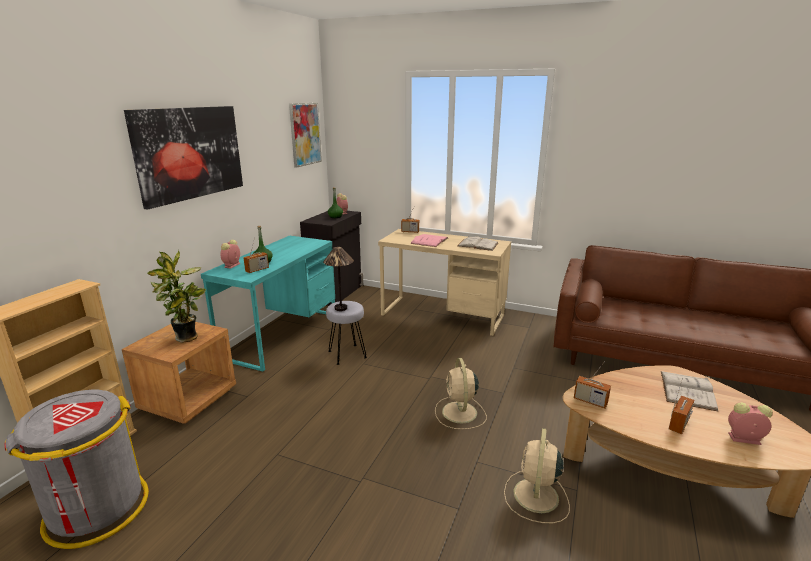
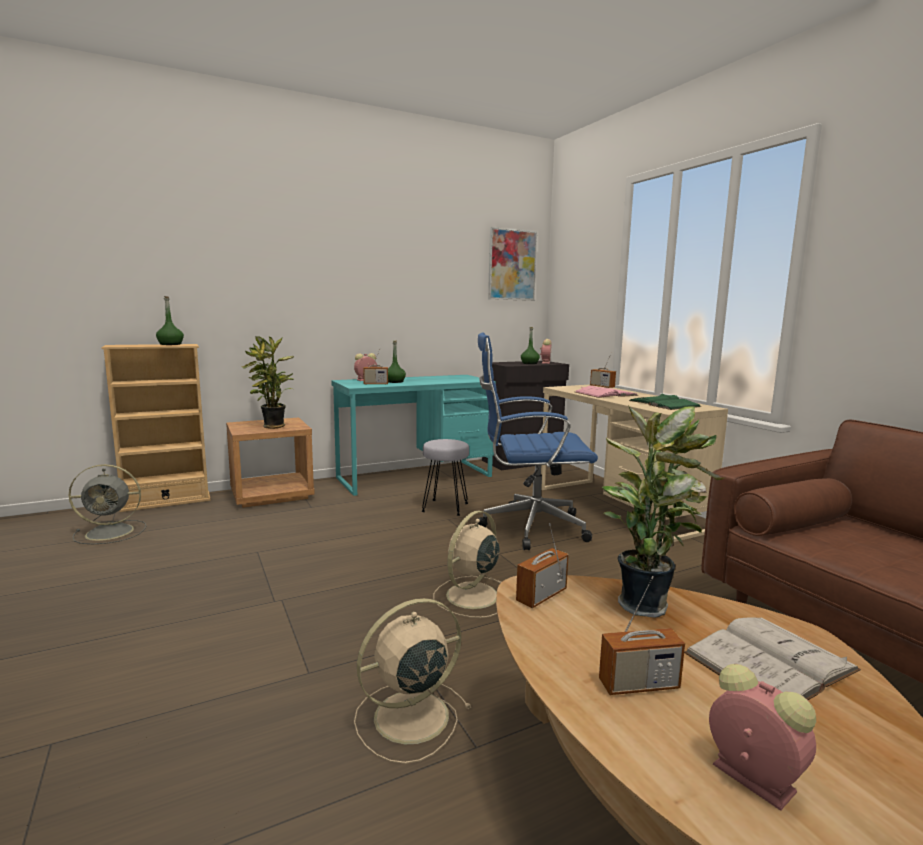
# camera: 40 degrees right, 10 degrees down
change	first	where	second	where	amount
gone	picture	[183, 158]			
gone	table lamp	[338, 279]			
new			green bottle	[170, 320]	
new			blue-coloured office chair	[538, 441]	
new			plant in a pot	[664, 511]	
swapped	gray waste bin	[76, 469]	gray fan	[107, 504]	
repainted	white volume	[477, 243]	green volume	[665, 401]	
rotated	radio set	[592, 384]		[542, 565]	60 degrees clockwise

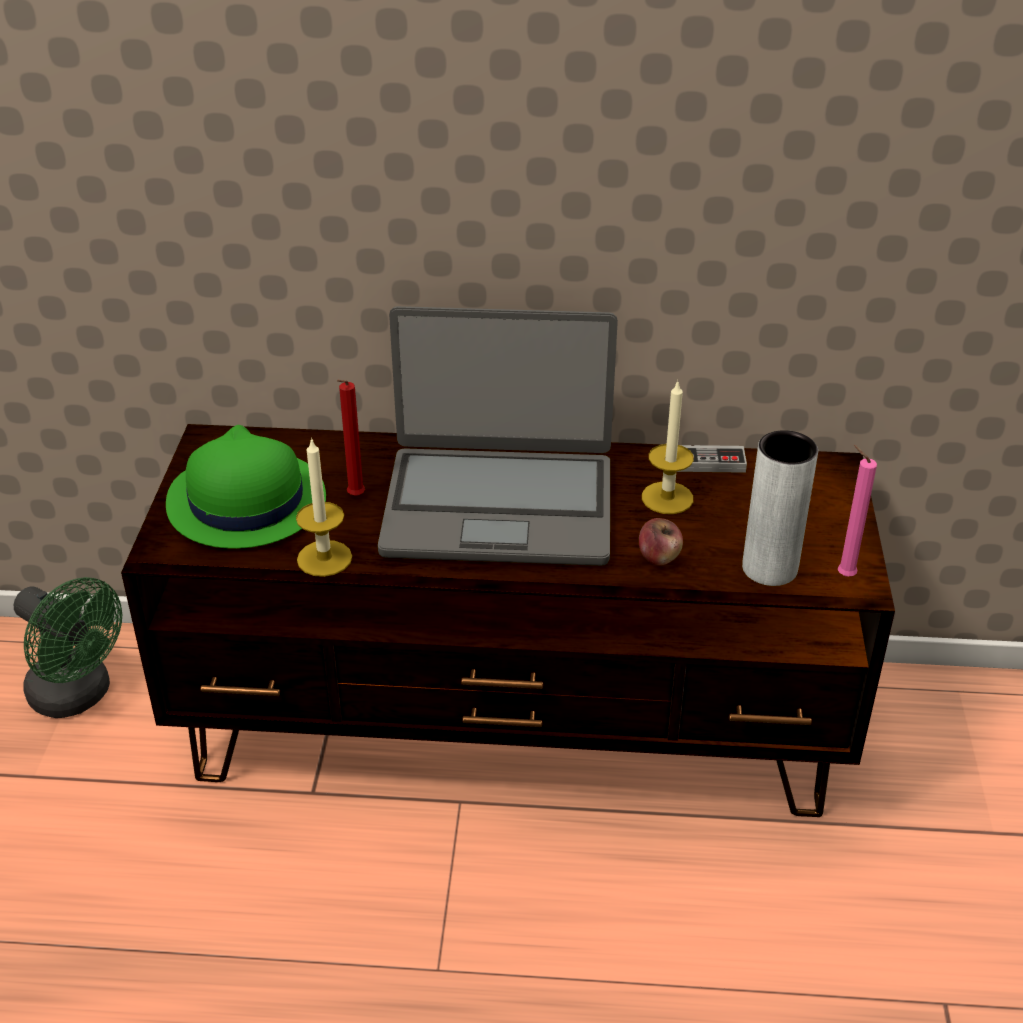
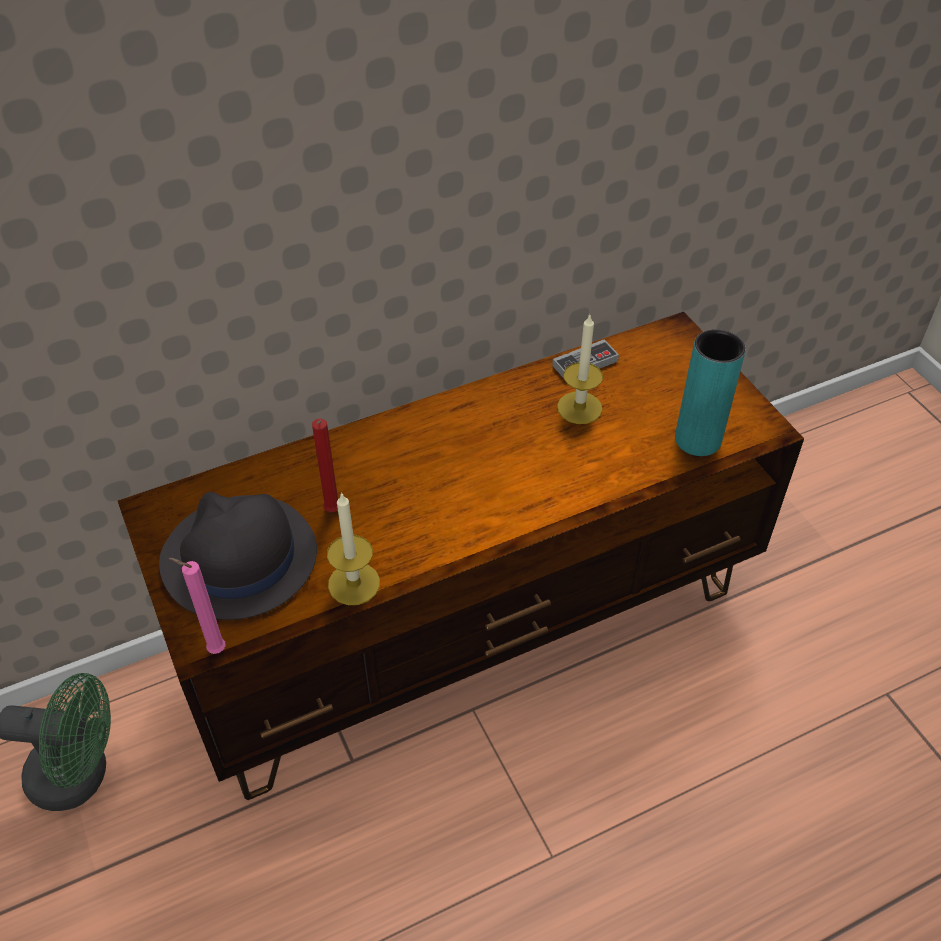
# camera: 30 degrees left, 10 degrees up
change	first	where	second	where	amount
gone	laptop	[498, 436]			
gone	whole apple	[661, 542]			
shifted	pink wax light	[857, 511]		[197, 606]	
repainted	green wearable hat	[246, 487]	black wearable hat	[238, 556]	
repainted	gray flower vase	[780, 508]	turquoise-coloured flower vase	[710, 392]	

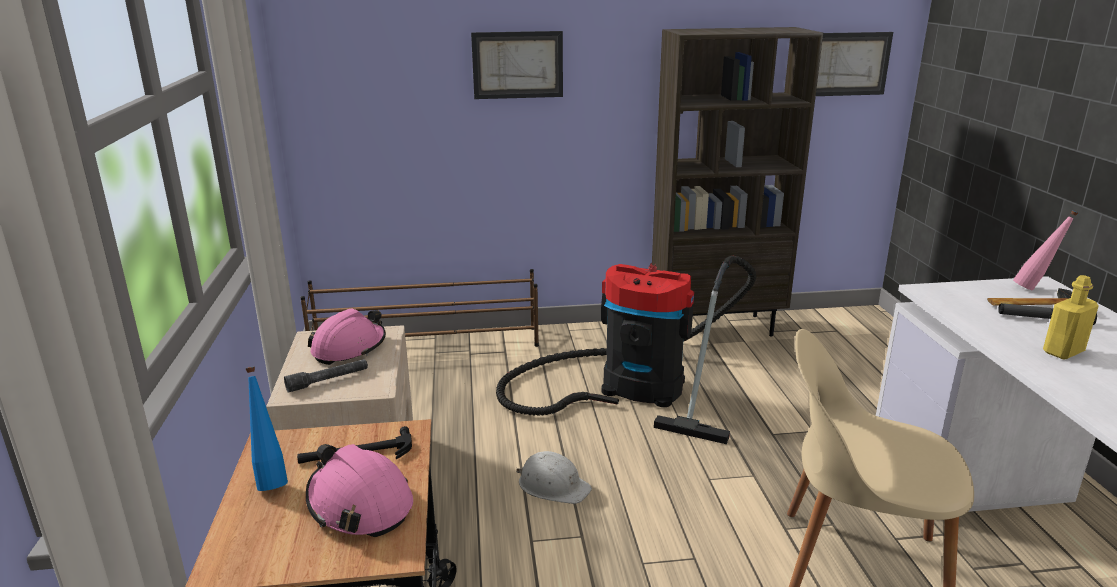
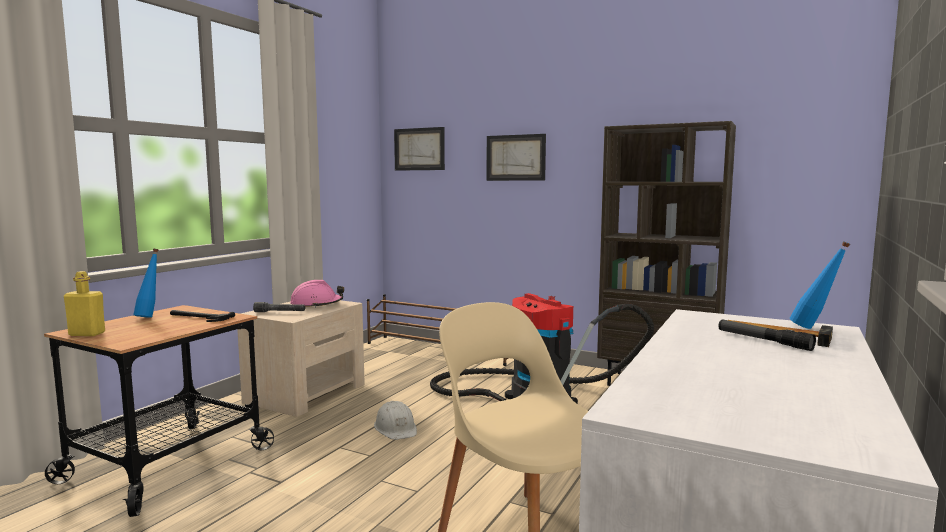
# camera: 35 degrees right, 15 degrees down
change	first	where	second	where	amount
gone	pink work helmet	[359, 490]			
shifted	picture	[854, 64]		[419, 149]	
shifted	yellow bottle	[1071, 317]		[84, 303]	
repainted	pink bottle	[1045, 250]	blue-coloured bottle	[820, 285]	

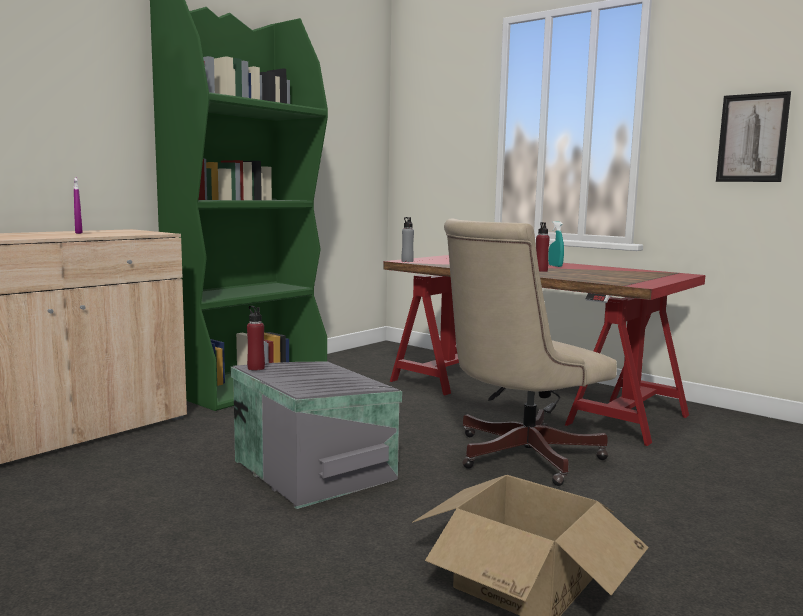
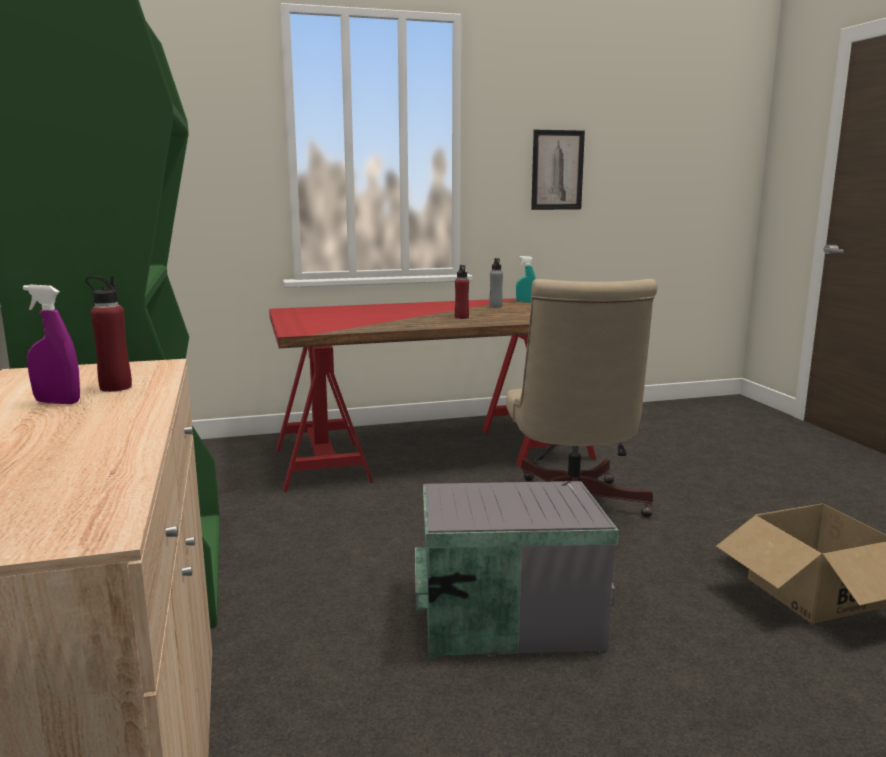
# camera: 55 degrees left, 5 degrees up
change	first	where	second	where	amount
shifted	reddish bottle	[256, 338]		[109, 334]	
shifted	gray bottle	[407, 239]		[496, 283]	
shifted	turquoise-coloured hand sprayer	[556, 244]		[526, 279]	

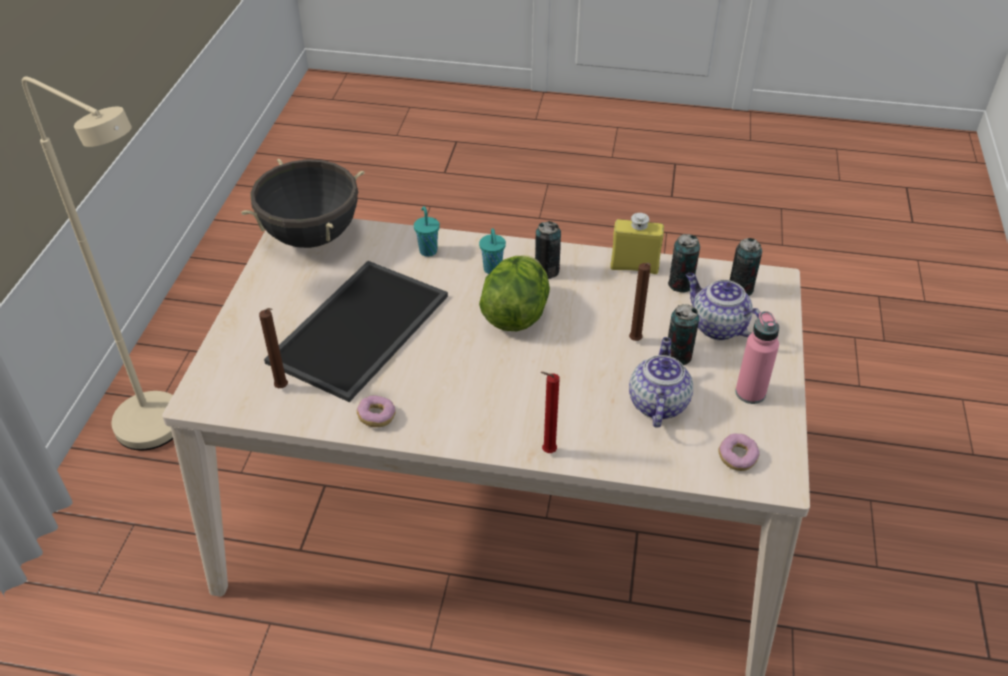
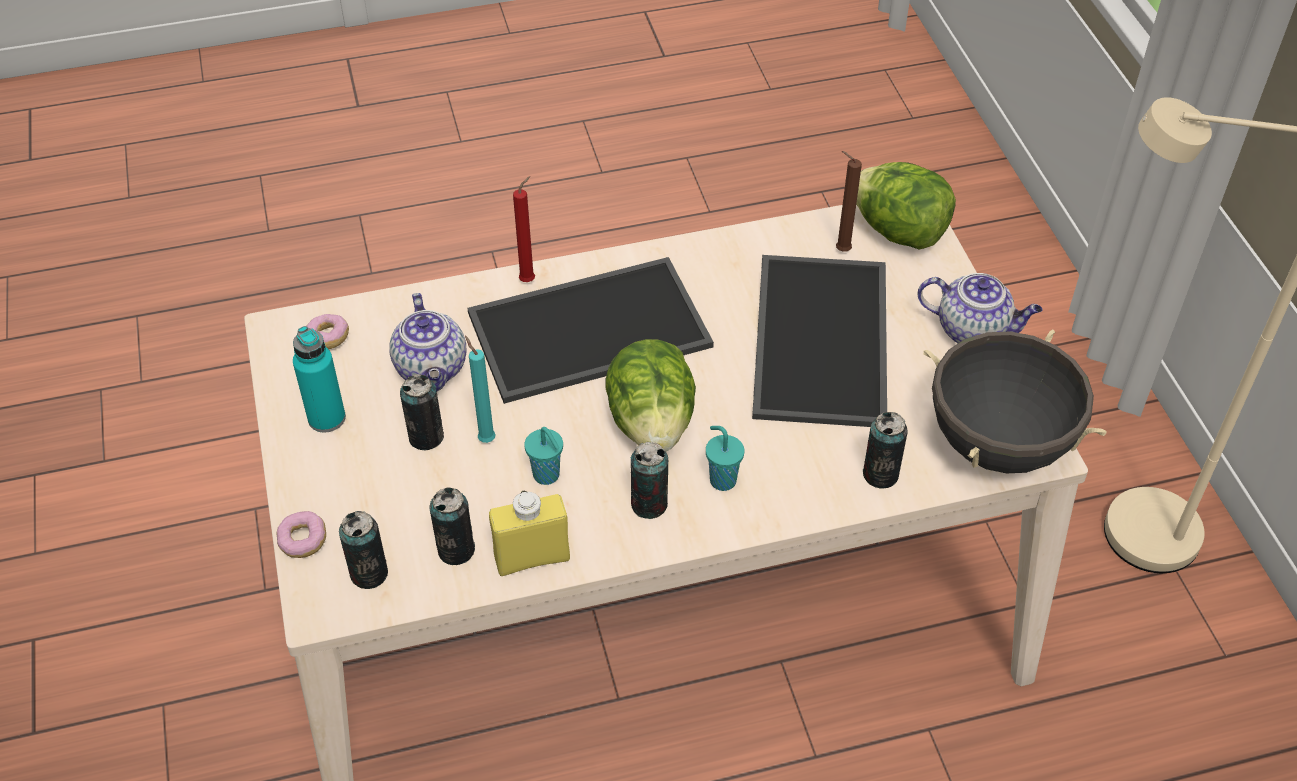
# camera: 155 degrees right, 5 degrees up
change	first	where	second	where	amount
new			serving tray	[590, 330]	
new			lettuce head	[906, 205]	
new			can	[885, 450]	
shifted	ring doughnut	[376, 411]		[301, 534]	
shifted	turquoise-coloured drinking cup	[427, 231]		[543, 456]	
shifted	teapot	[723, 307]		[980, 308]	
repainted	brown-coloured wax light	[640, 302]	turquoise-coloured wax light	[480, 389]	
repainted	pink bottle	[757, 357]	turquoise-coloured bottle	[319, 379]	

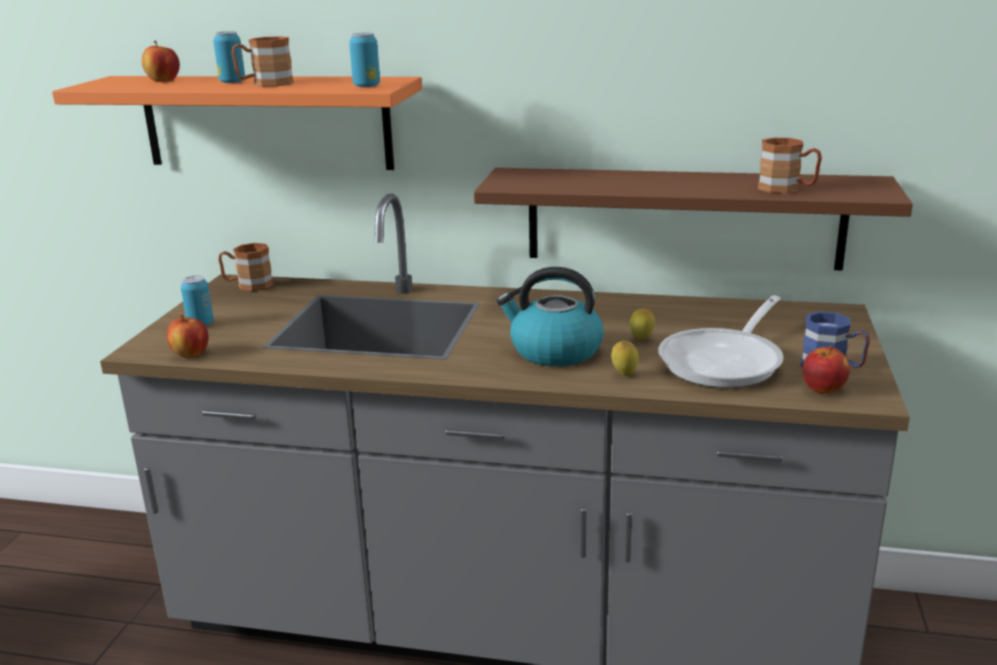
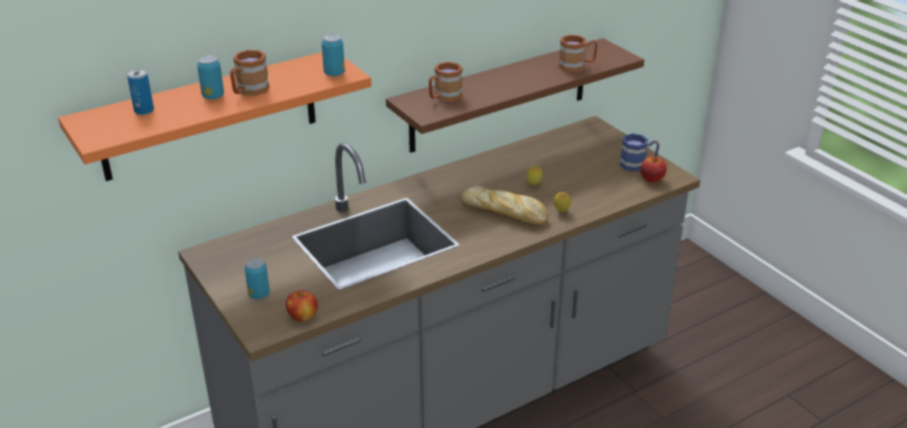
# camera: 45 degrees left, 10 degrees up
change	first	where	second	where	amount
gone	pan	[721, 342]			
shifted	brown-coloured tea mug	[246, 267]		[446, 82]	
swapped	whole apple	[161, 61]	can	[140, 92]	
swapped	tea kettle	[550, 316]	baked bread	[505, 206]	

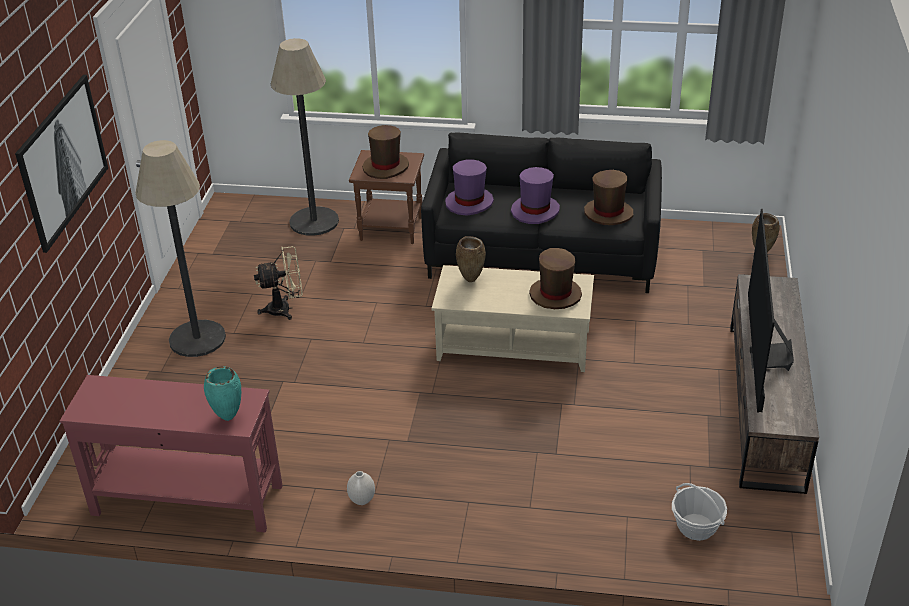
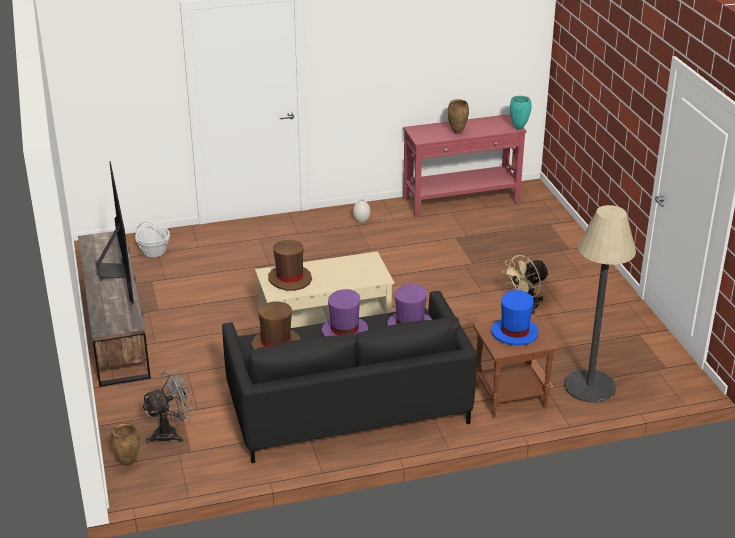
# camera: 155 degrees right, 5 degrees down
change	first	where	second	where	amount
gone	picture	[61, 164]			
gone	standard lamp	[181, 248]			
new			gray fan	[168, 407]	
shifted	turquoise-coloured flower vase	[222, 393]		[521, 113]	
shifted	brown-coloured flower vase	[471, 259]		[458, 116]	
repainted	brown-coloured wearable hat	[385, 152]	blue-coloured wearable hat	[515, 318]	

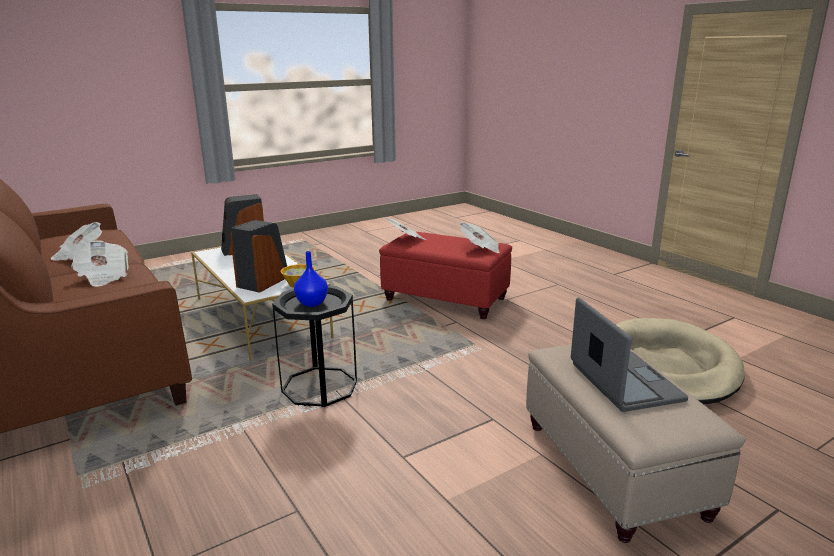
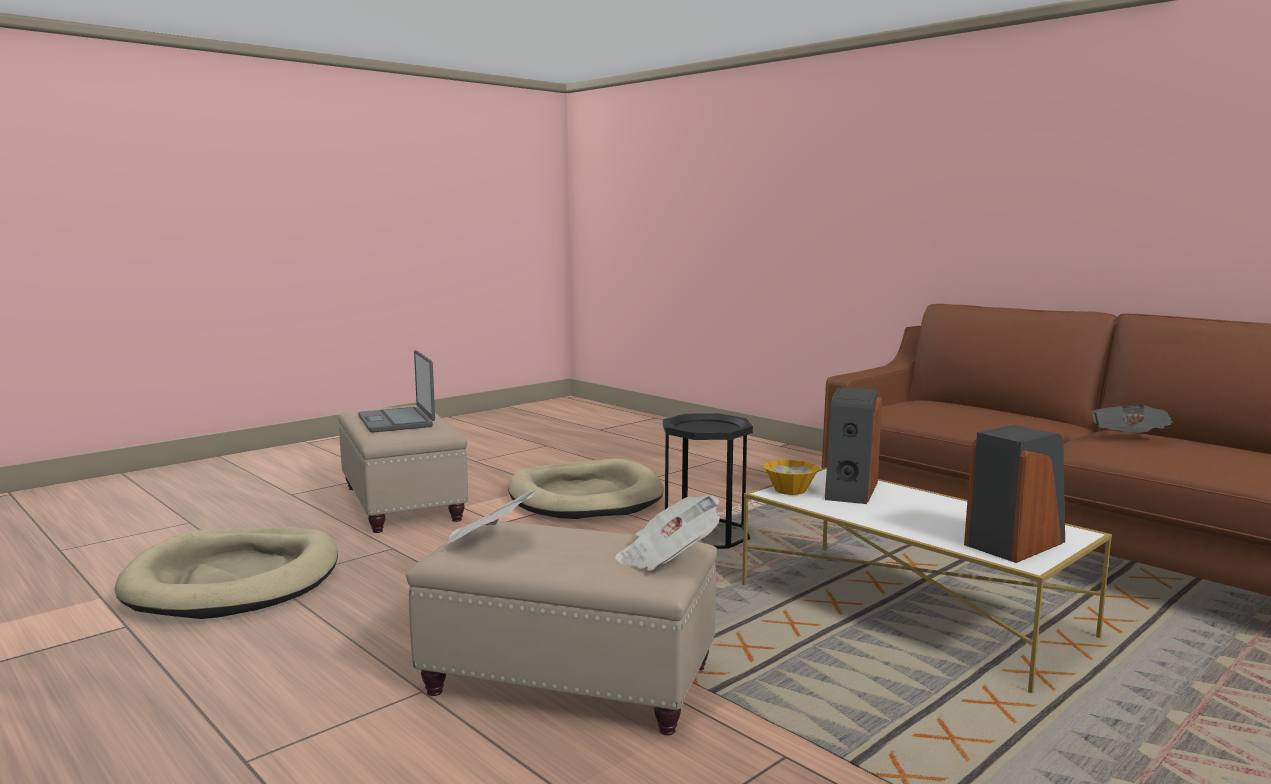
# camera: 170 degrees right, 10 degrees down
change	first	where	second	where	amount
gone	printed paper	[100, 263]			
gone	blue-coloured flower vase	[311, 279]			
new			beige dog bed	[586, 489]	
repainted	reddish pouffe	[445, 275]	beige pouffe	[561, 628]	

